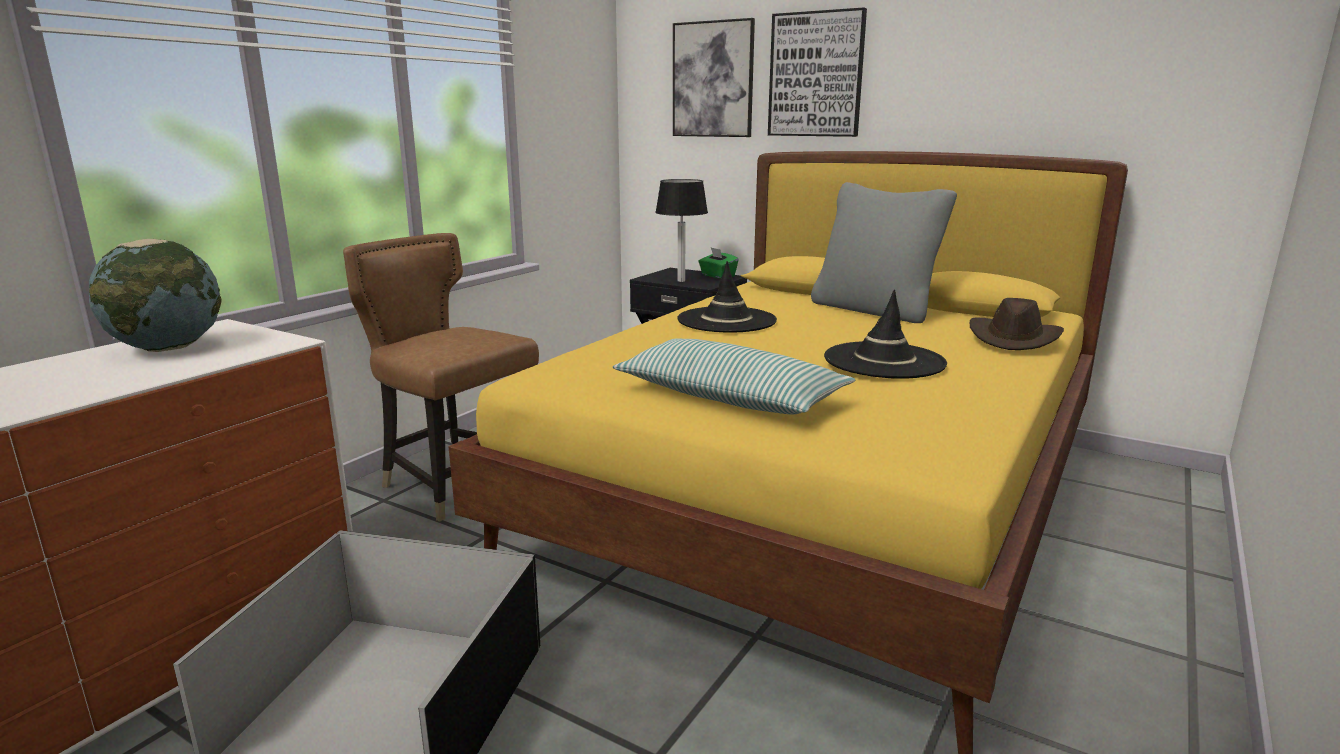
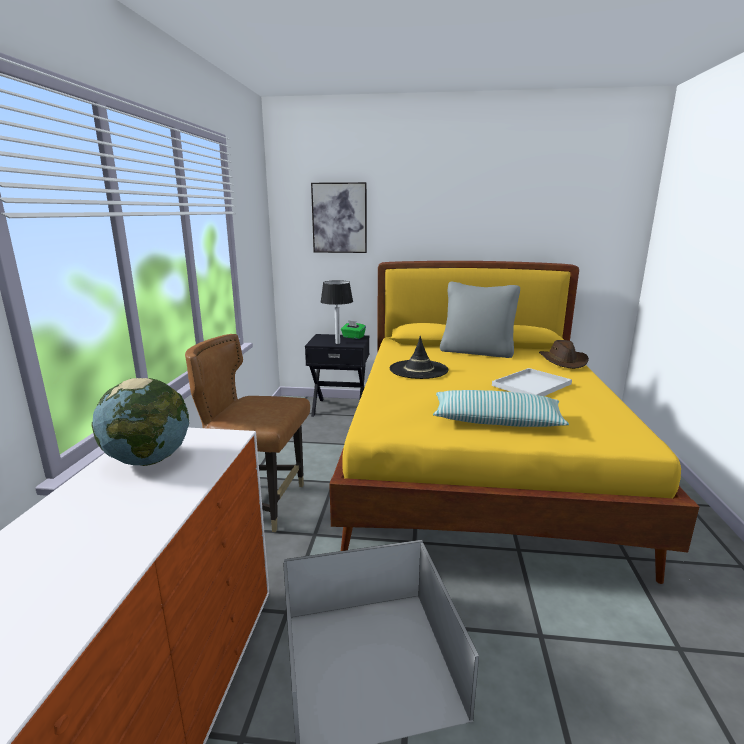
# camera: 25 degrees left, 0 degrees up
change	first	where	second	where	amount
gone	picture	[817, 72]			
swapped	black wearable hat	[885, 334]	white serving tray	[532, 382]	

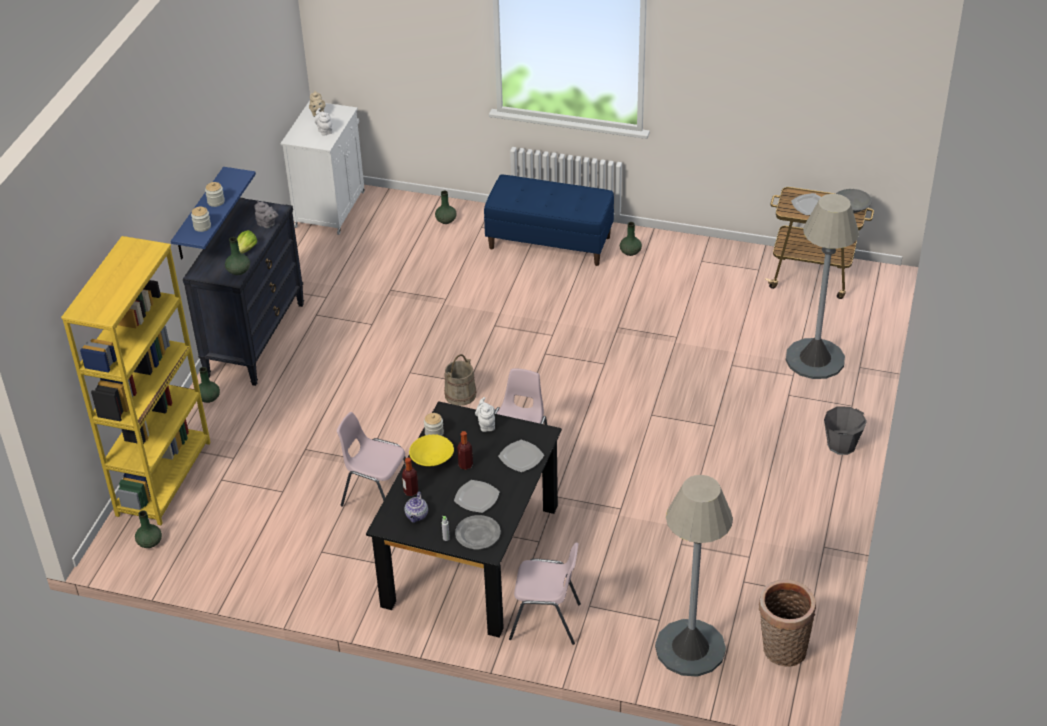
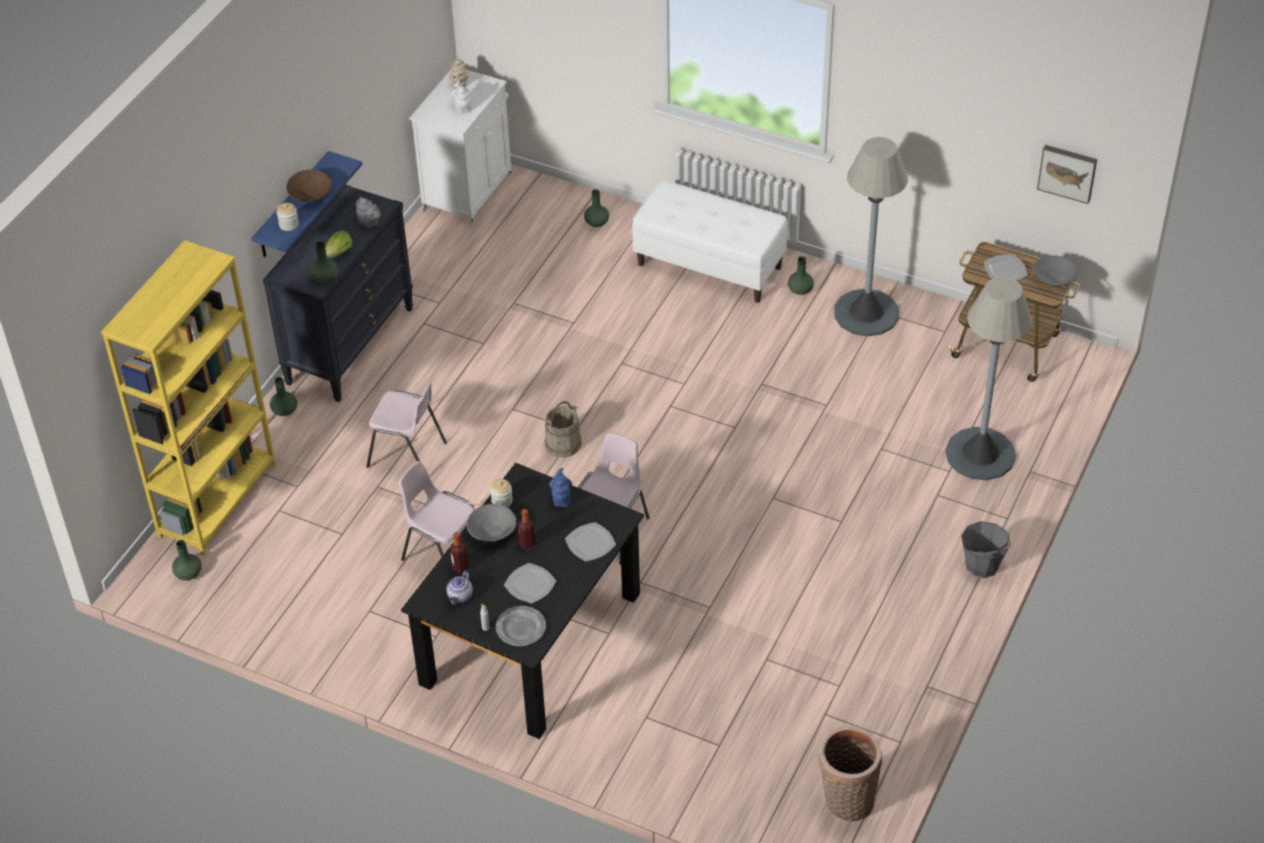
# camera: 10 degrees right, 5 degrees up
change	first	where	second	where	amount
new			picture	[1067, 174]	
shifted	pink chair	[545, 594]		[406, 423]	
shifted	gray standard lamp	[694, 576]		[871, 237]	
swapped	storage jar	[215, 194]	brown-coloured serving bowl	[309, 186]	
repainted	yellow serving bowl	[431, 450]	gray serving bowl	[492, 522]	
repainted	white teapot	[485, 414]	blue-coloured teapot	[560, 487]	
repainted	blue-coloured indoor bench	[549, 220]	white indoor bench	[710, 241]	

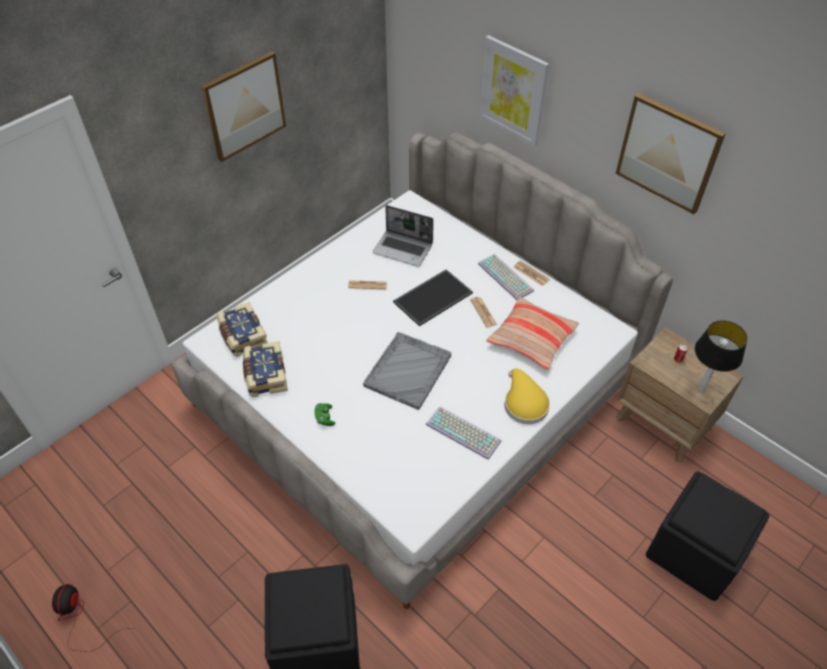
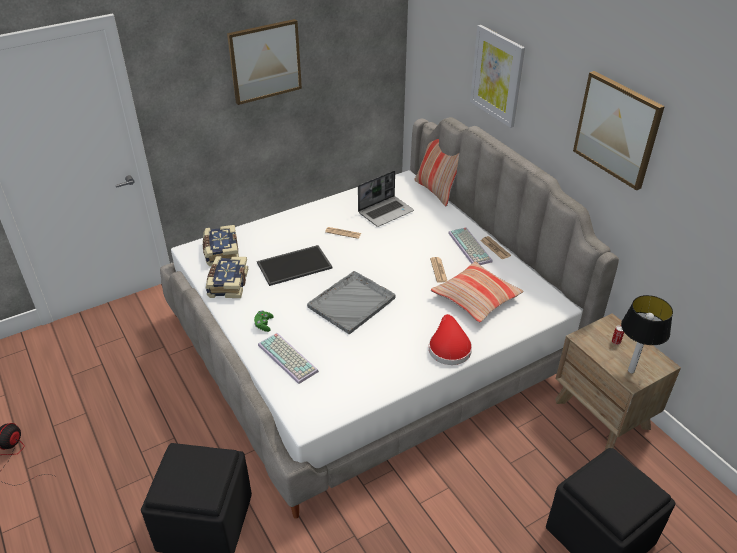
# camera: 15 degrees right, 10 degrees down
change	first	where	second	where	amount
new			cushion	[436, 172]	
shifted	serving tray	[433, 297]		[294, 265]	
shifted	PC keyboard	[463, 433]		[288, 358]	
repainted	yellow wearable hat	[527, 396]	reddish wearable hat	[450, 339]	
rotated	laptop	[403, 236]		[386, 198]	75 degrees counterclockwise

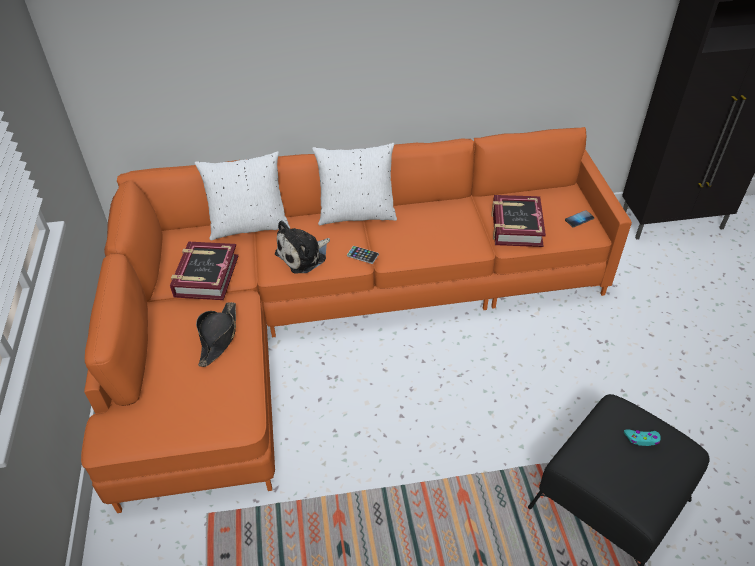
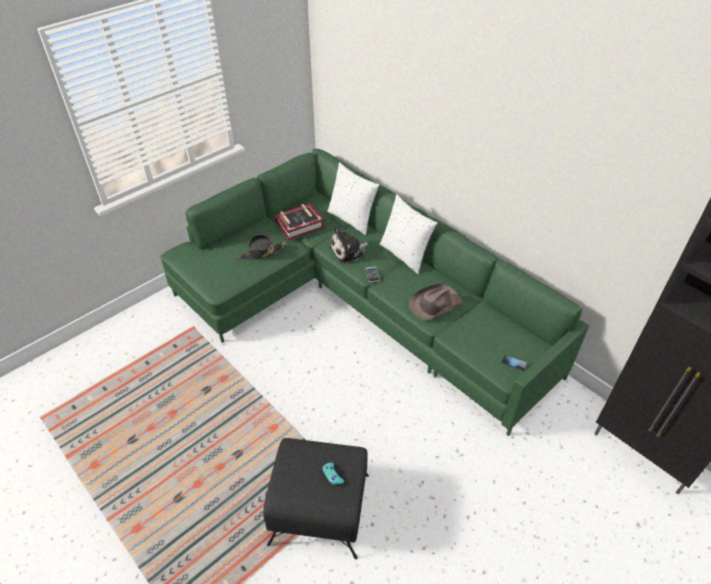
# camera: 55 degrees right, 0 degrees up
change	first	where	second	where	amount
gone	volume	[518, 221]			
new			brown-coloured wearable hat	[435, 301]	
repainted	orange-coloured sofa	[356, 320]	green sofa	[374, 292]	
rotated	soft toy	[302, 247]		[349, 244]	45 degrees counterclockwise

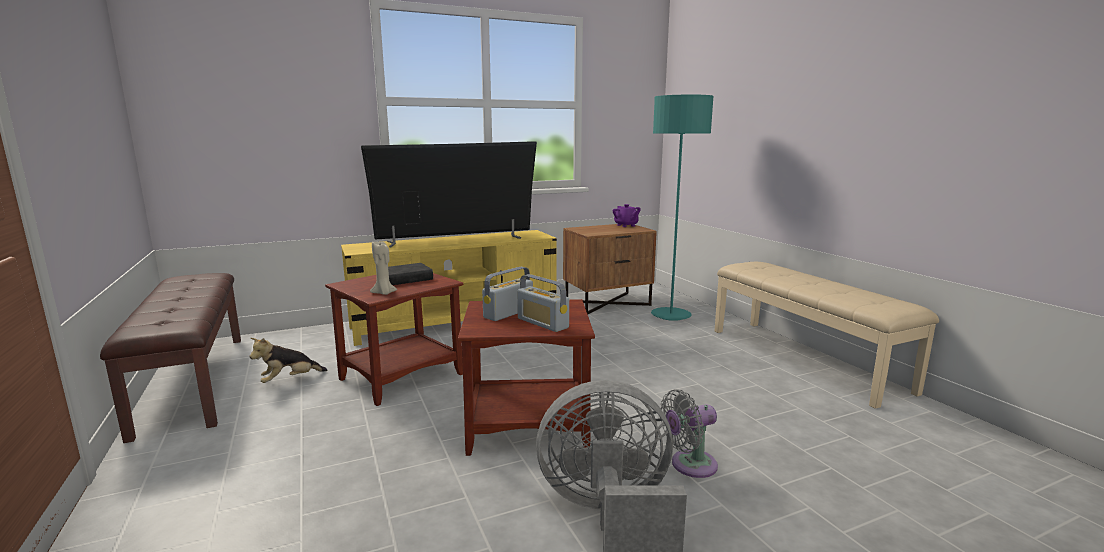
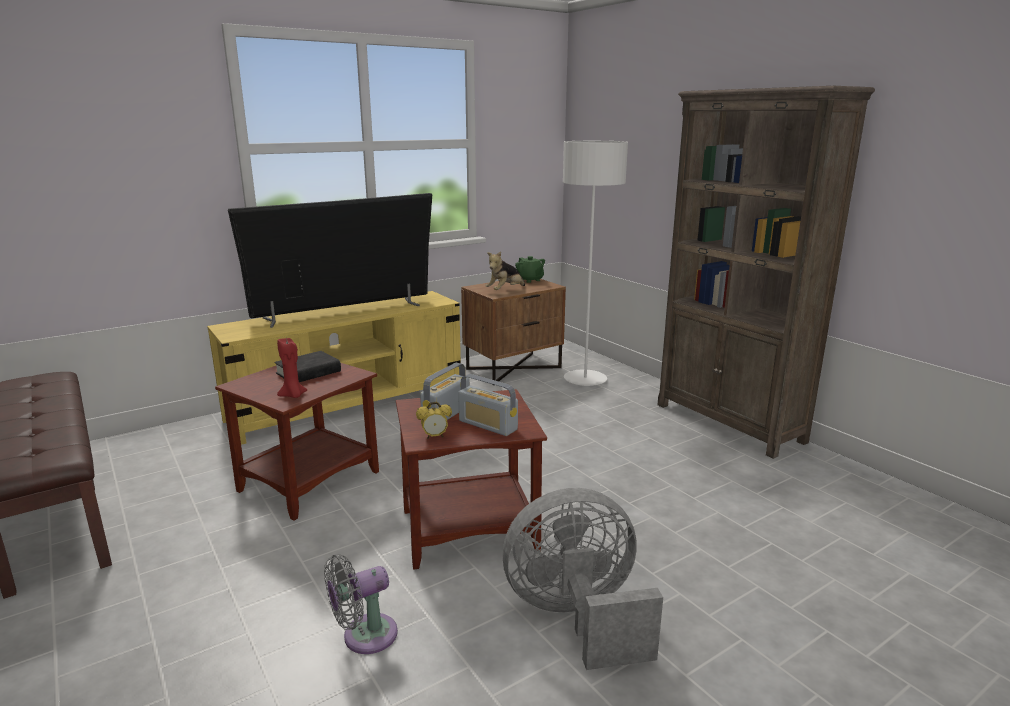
# camera: 10 degrees left, 5 degrees up
change	first	where	second	where	amount
new			alarm clock	[434, 420]	
shifted	soft toy	[288, 360]		[505, 270]	
shifted	gray fan	[689, 433]		[361, 604]	
swapped	beige indoor bench	[827, 335]	brown-coloured bookshelf	[766, 272]	
repainted	beige wax light	[383, 268]	reddish wax light	[292, 368]	
repainted	purple teapot	[627, 215]	green teapot	[530, 269]	
repainted	turquoise-coloured standard lamp	[682, 208]	white standard lamp	[595, 263]	

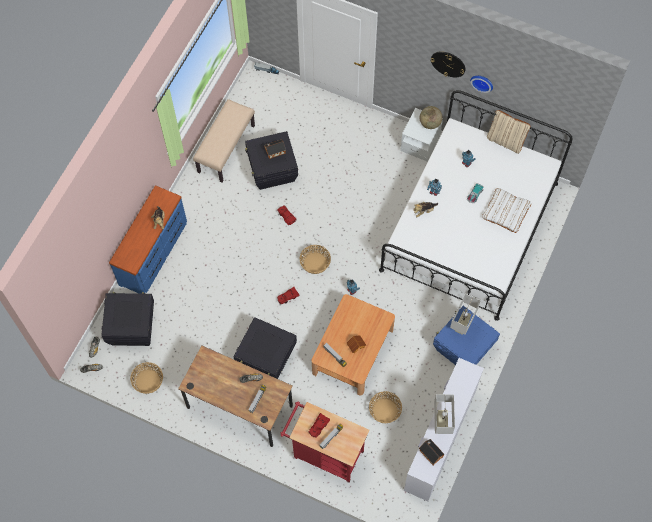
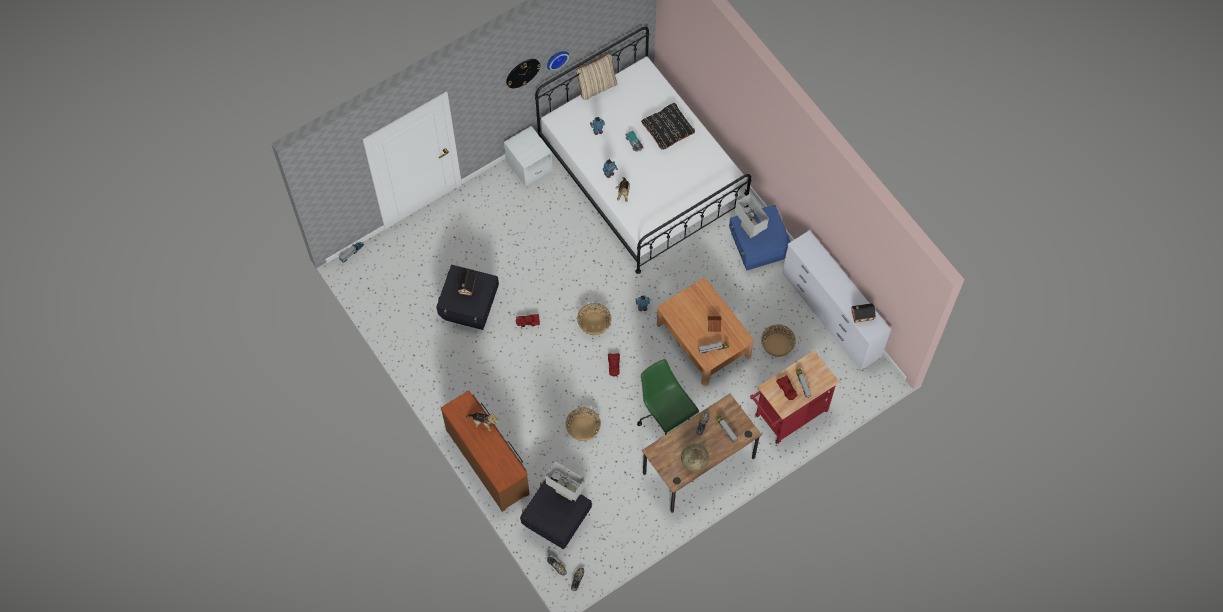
# camera: 60 degrees left, 0 degrees up
change	first	where	second	where	amount
gone	beige indoor bench	[224, 140]			
shifted	basket	[146, 378]		[583, 424]	
shifted	world globe	[431, 117]		[695, 457]	
shifted	white table lamp	[444, 414]		[565, 481]	
swapped	black storage box	[265, 348]	green office chair	[668, 397]	
repainted	blue-coloured chest of drawers	[148, 239]	brown-coloured chest of drawers	[485, 451]	
repainted	white cushion	[506, 210]	black cushion	[668, 126]	

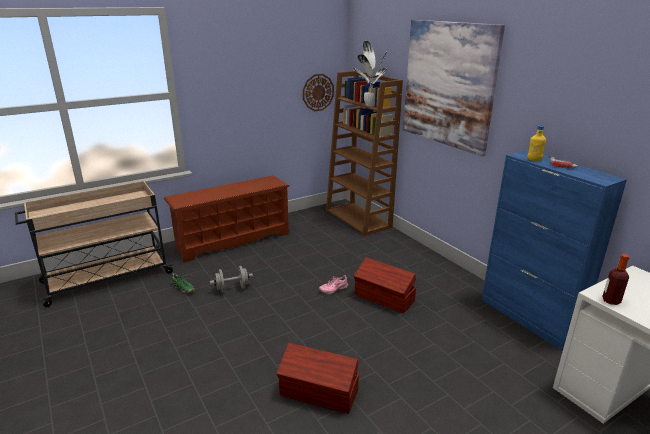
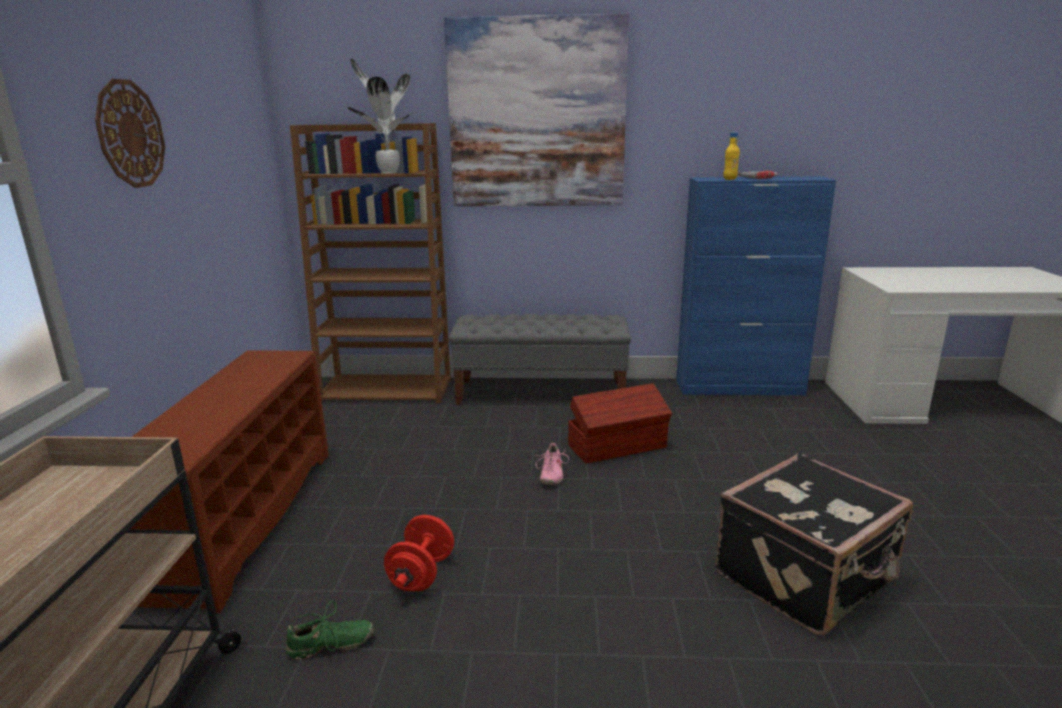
# camera: 55 degrees left, 5 degrees down
change	first	where	second	where	amount
gone	bottle	[615, 279]			
new			gray indoor bench	[540, 359]	
shifted	clock on the wall	[318, 92]		[130, 133]	
swapped	brown-coloured storage box	[318, 378]	black suitcase	[814, 544]	
repainted	gray hand weight	[231, 279]	reddish hand weight	[419, 553]	

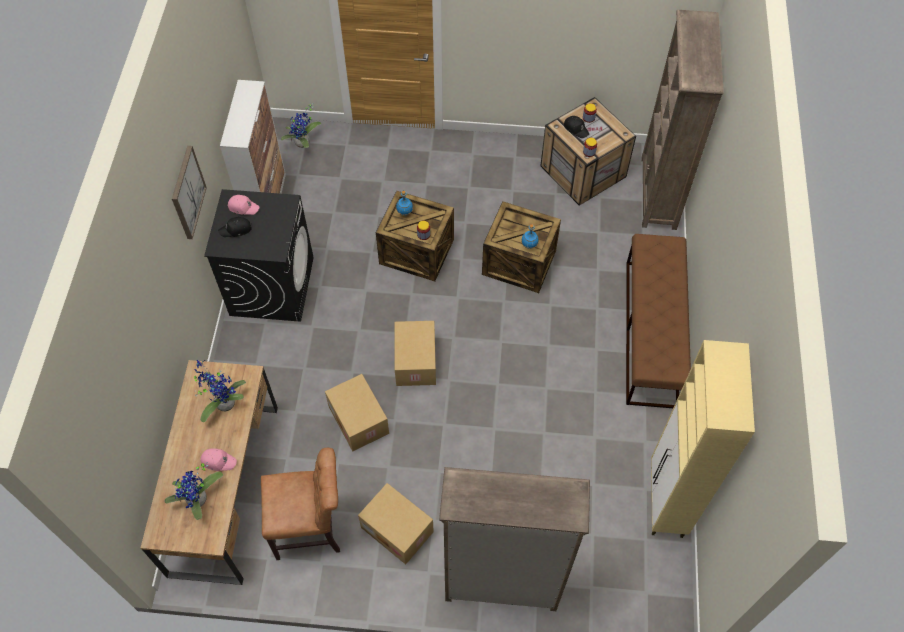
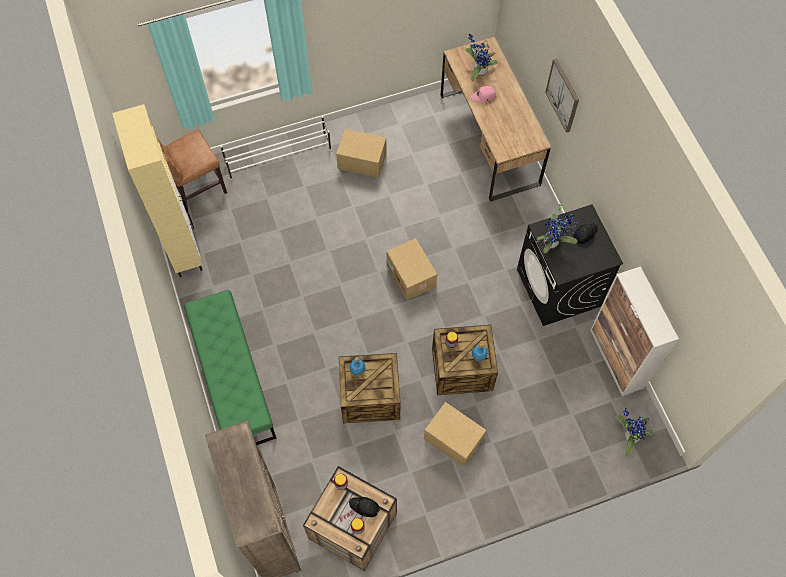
# camera: 155 degrees right, 5 degrees up
change	first	where	second	where	amount
gone	pink cap	[243, 205]			
shifted	picture	[189, 192]		[562, 96]	
shifted	plant in a pot	[220, 391]		[558, 228]	
shifted	brown-coloured chair	[300, 504]		[192, 171]	
shifted	packing box	[357, 412]		[455, 434]	
swapped	brown-coloured bookshelf	[514, 539]	white shoe rack	[275, 148]	
repainted	brown-coloured indoor bench	[658, 321]	green indoor bench	[230, 367]	

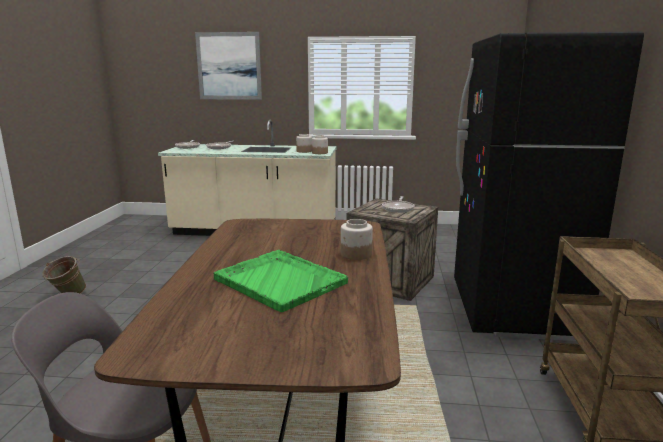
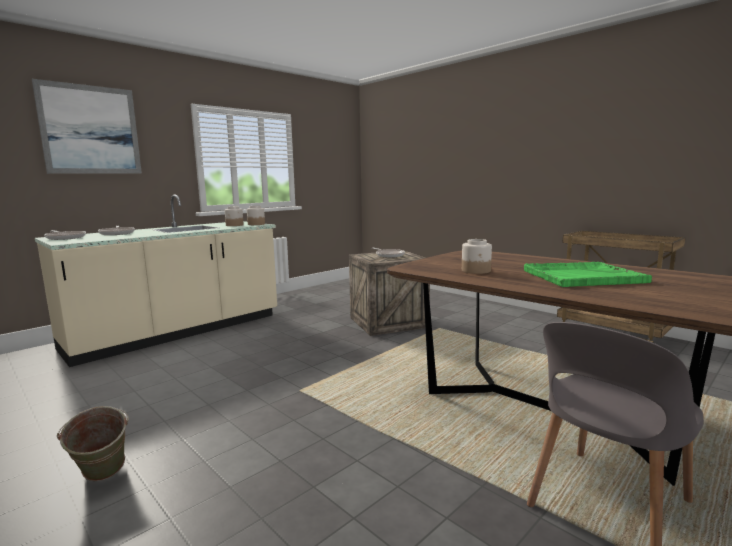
# camera: 50 degrees left, 5 degrees down
change	first	where	second	where	amount
gone	black refrigerator	[549, 186]			
shifted	storage jar	[357, 239]		[477, 256]	

